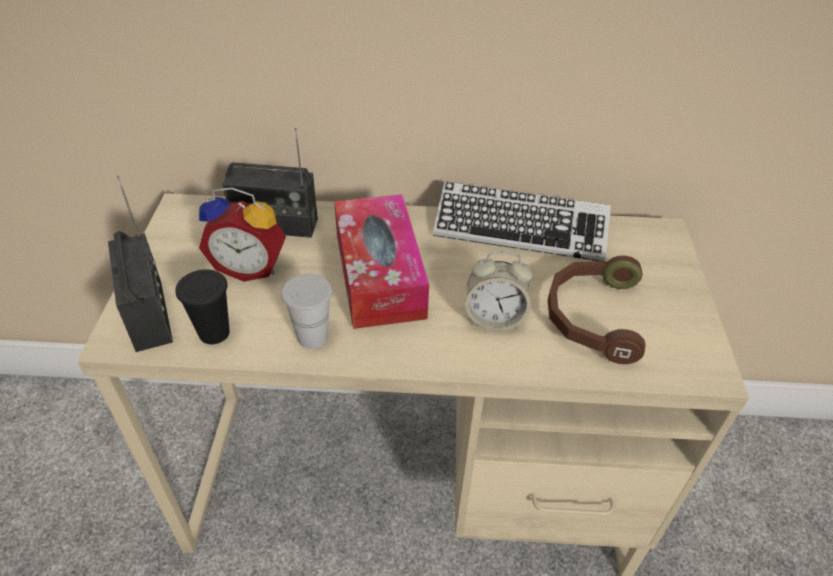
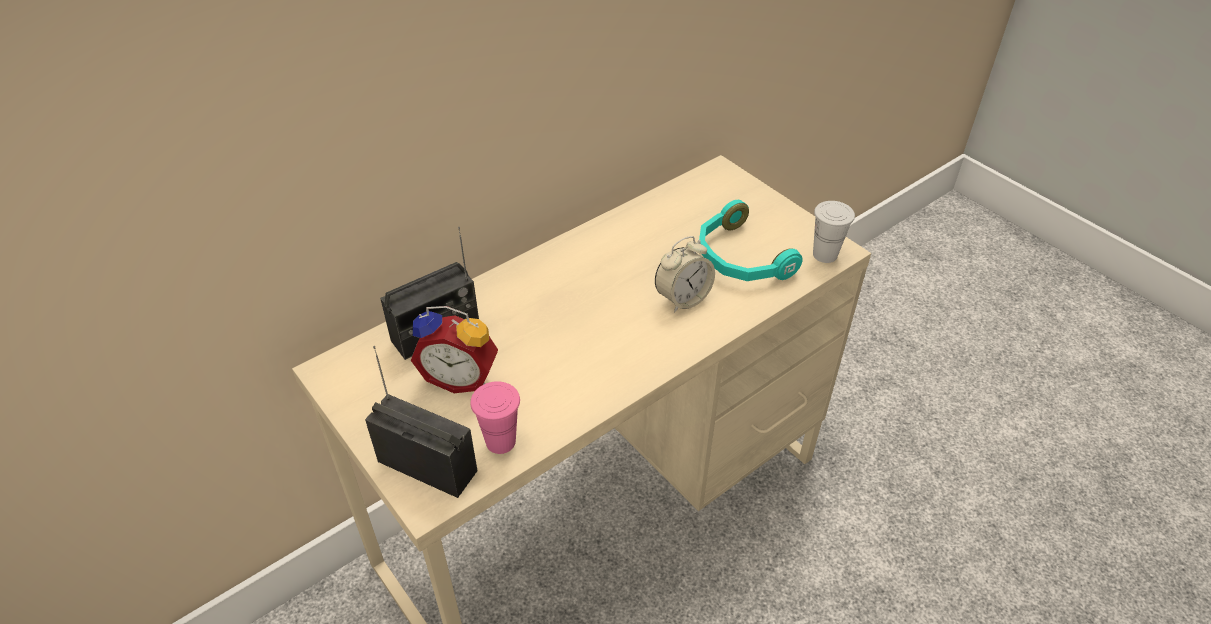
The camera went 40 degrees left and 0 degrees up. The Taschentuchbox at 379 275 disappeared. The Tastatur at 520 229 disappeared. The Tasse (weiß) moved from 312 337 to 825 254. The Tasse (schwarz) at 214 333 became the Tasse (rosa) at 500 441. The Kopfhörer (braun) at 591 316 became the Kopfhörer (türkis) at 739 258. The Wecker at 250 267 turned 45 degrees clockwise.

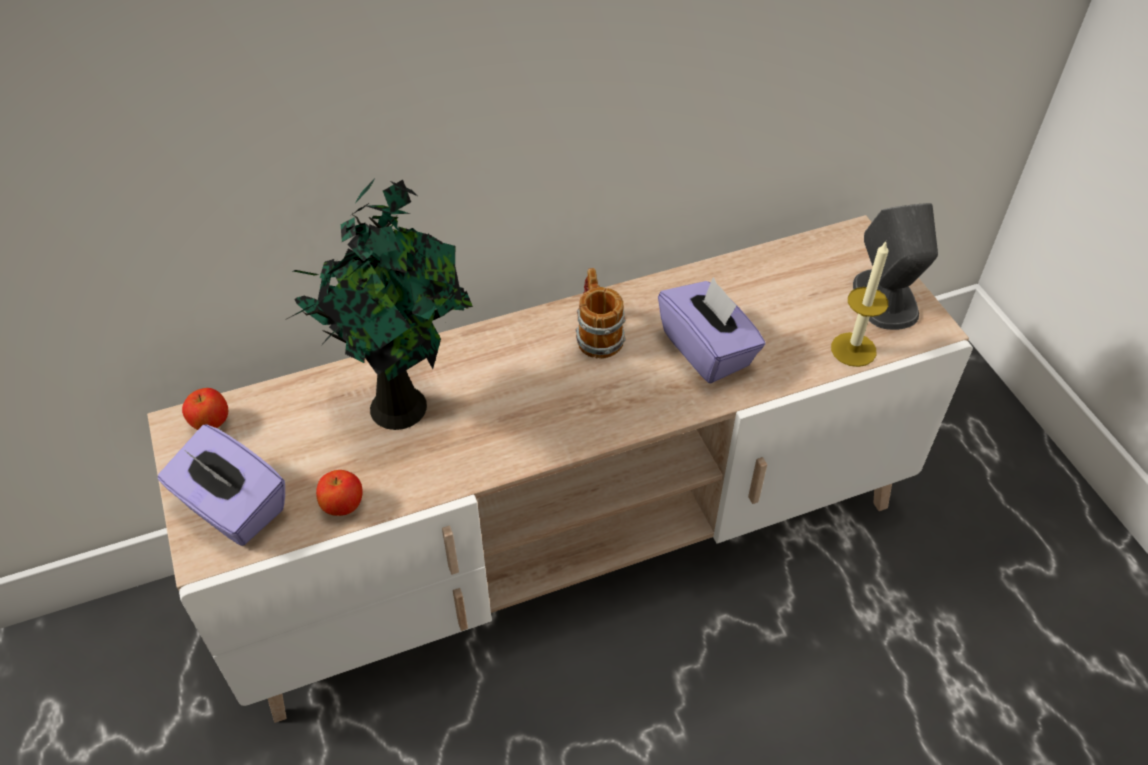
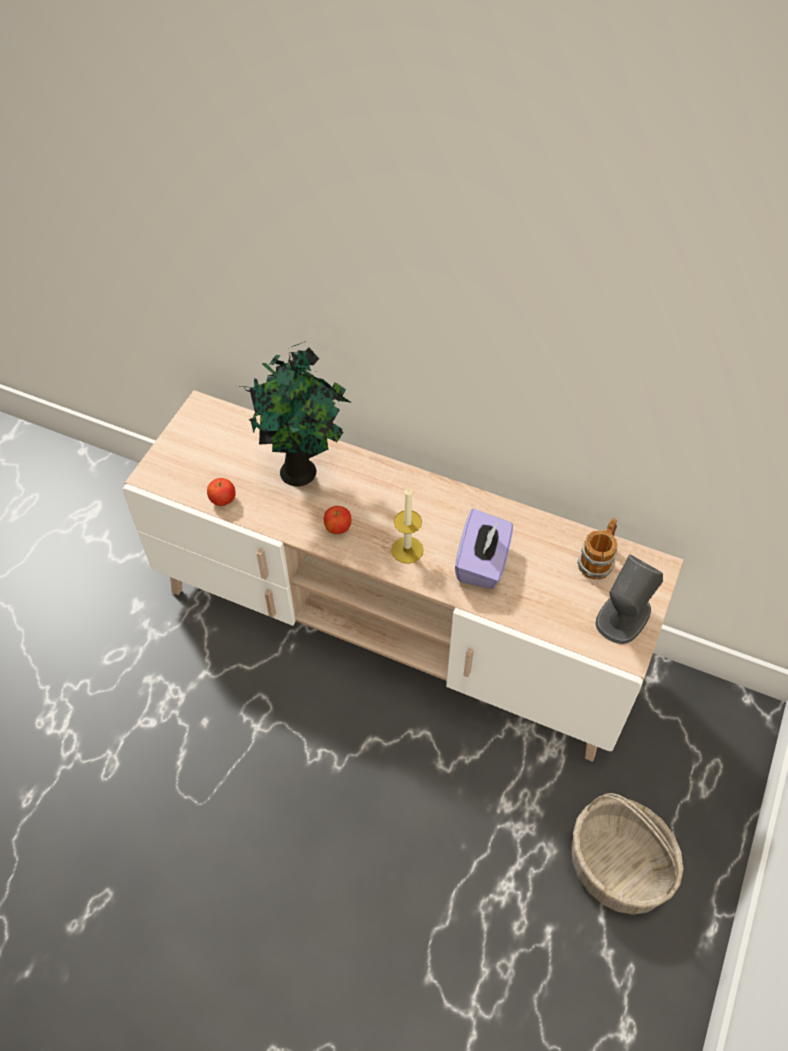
The camera went 45 degrees right and 5 degrees up. The Taschentuchbox (lila) at 232 508 disappeared. The Korb at 619 867 appeared. The Apfel moved from 210 423 to 337 528. The Henkelbecher moved from 597 334 to 598 560. The Kerze moved from 853 349 to 407 550.

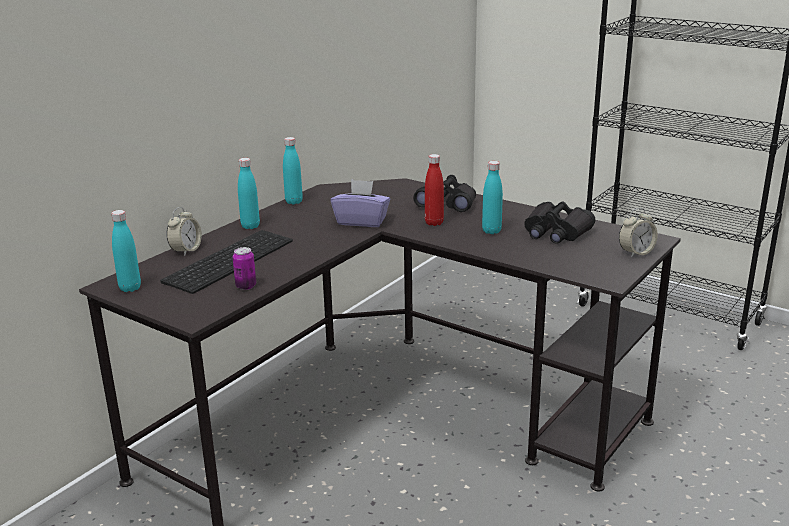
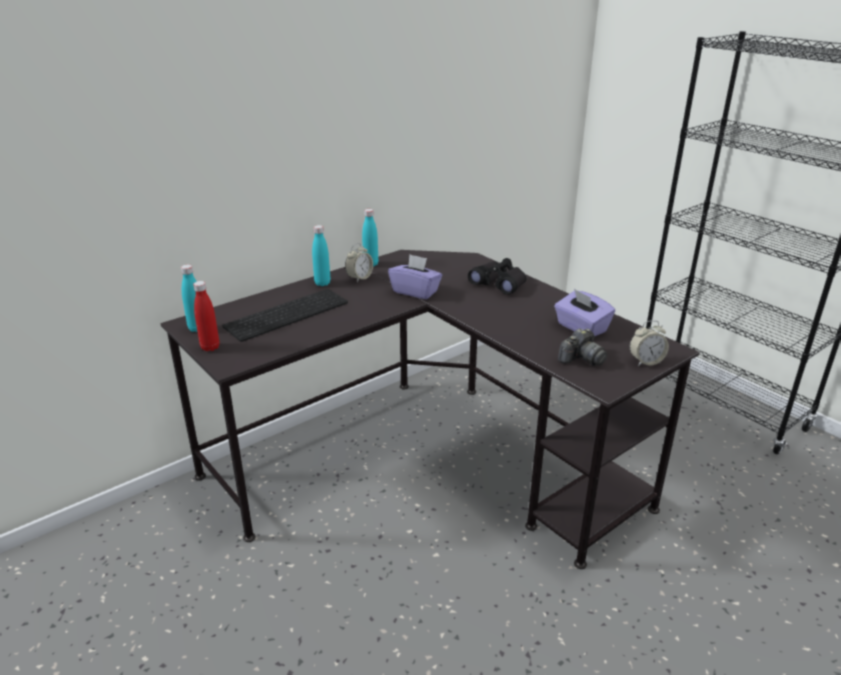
The camera went 15 degrees right and 5 degrees up. The Dose at 246 286 disappeared. The Flasche (türkis) at 491 231 disappeared. The Kamera at 581 359 appeared. The Wecker moved from 186 251 to 359 278. The Flasche (rot) moved from 434 223 to 210 347. The Fernglas (schwarz) at 556 232 was replaced by the Taschentuchbox (lila) at 581 328.

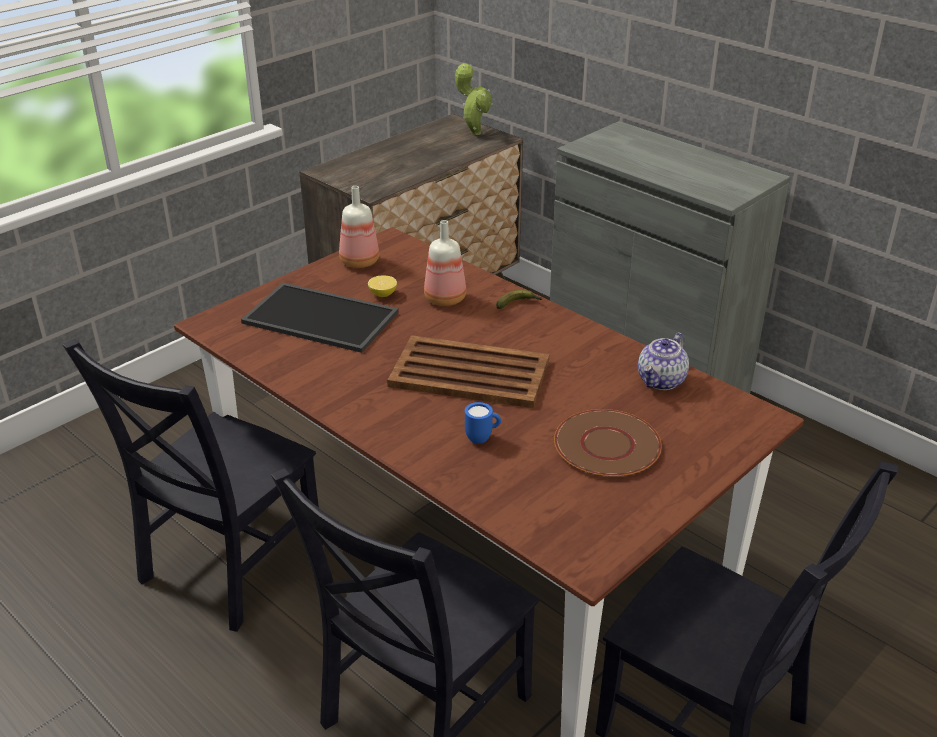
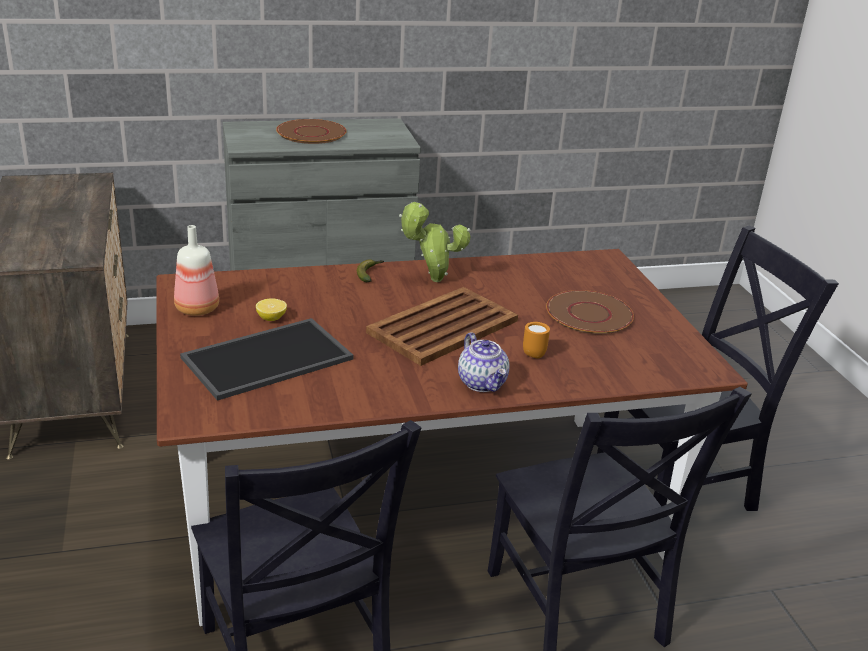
The camera went 60 degrees left and 5 degrees down. The Flasche at 444 298 disappeared. The Teller (braun) at 311 133 appeared. The Topfpflanze moved from 474 132 to 432 280. The Teekanne moved from 661 381 to 483 383. The Henkelbecher (blau) at 482 438 became the Henkelbecher (orange) at 535 353.

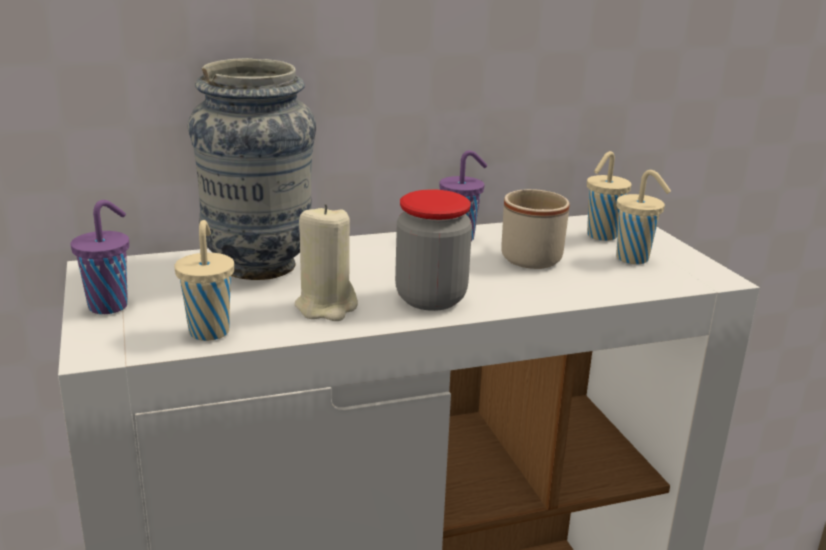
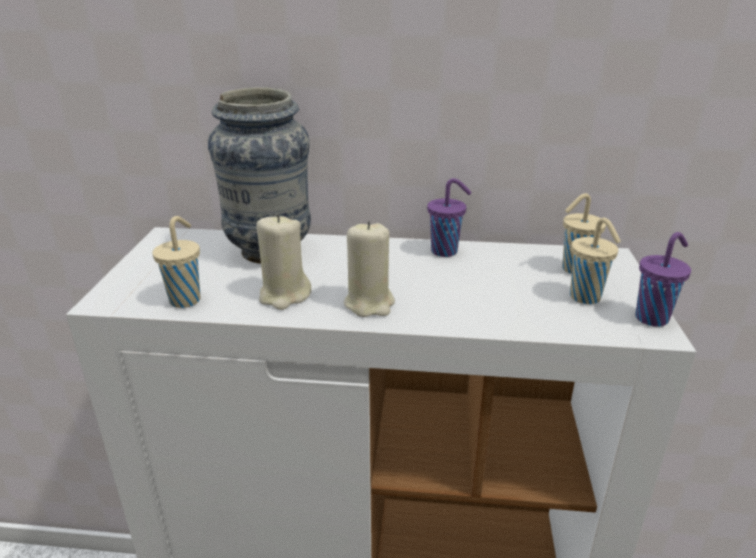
The camera went 25 degrees right and 5 degrees up. The Henkelbecher (beige) at 529 254 disappeared. The Tasse (lila) moved from 110 305 to 653 318. The Vorratsglas at 430 298 was replaced by the Kerze (beige) at 369 303.

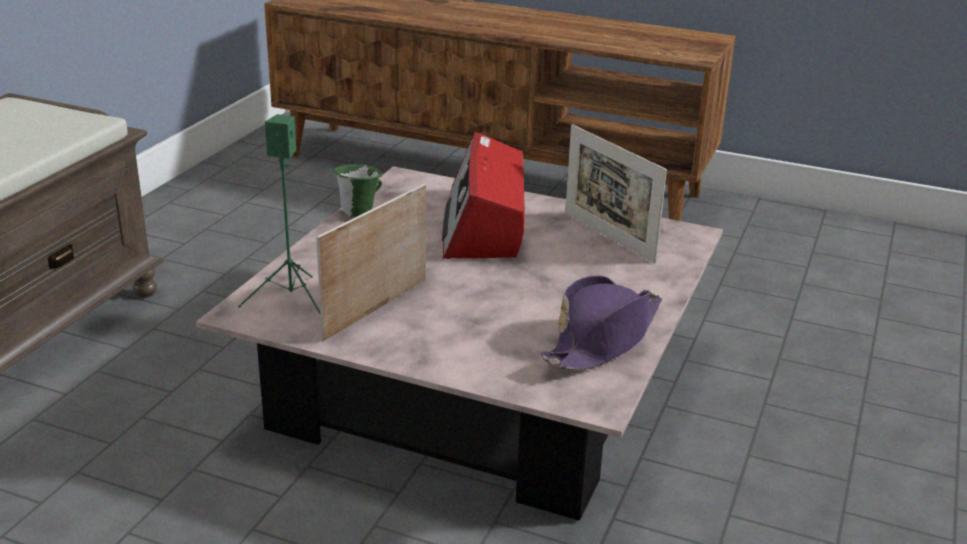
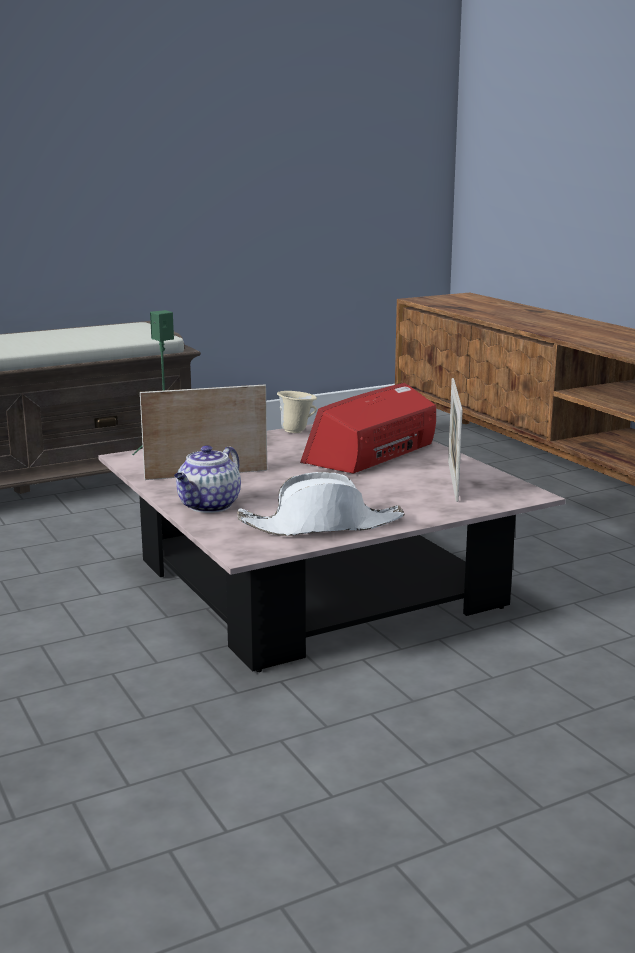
The camera went 40 degrees right and 10 degrees down. The Teekanne at 209 506 appeared. The Henkelbecher (grün) at 359 213 became the Henkelbecher (beige) at 297 431. The Hut (lila) at 603 339 became the Hut (weiß) at 322 526.

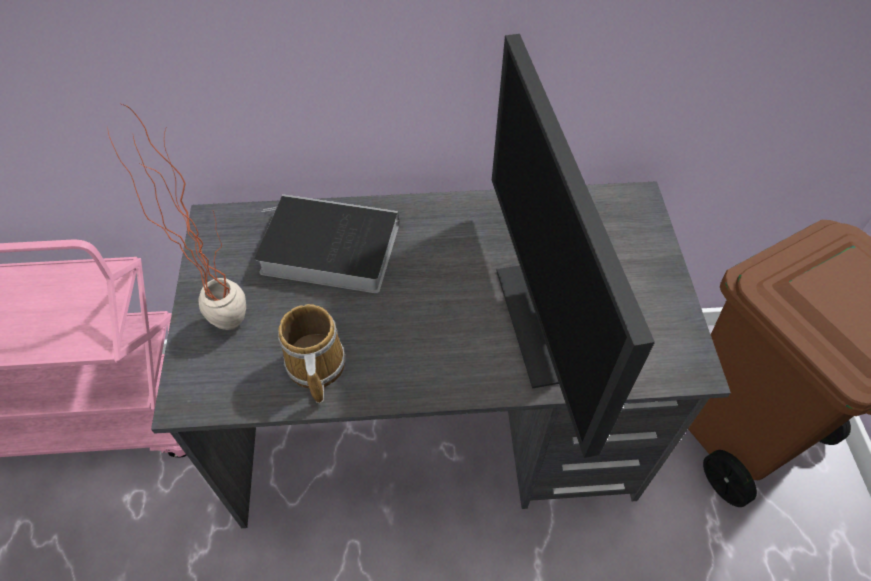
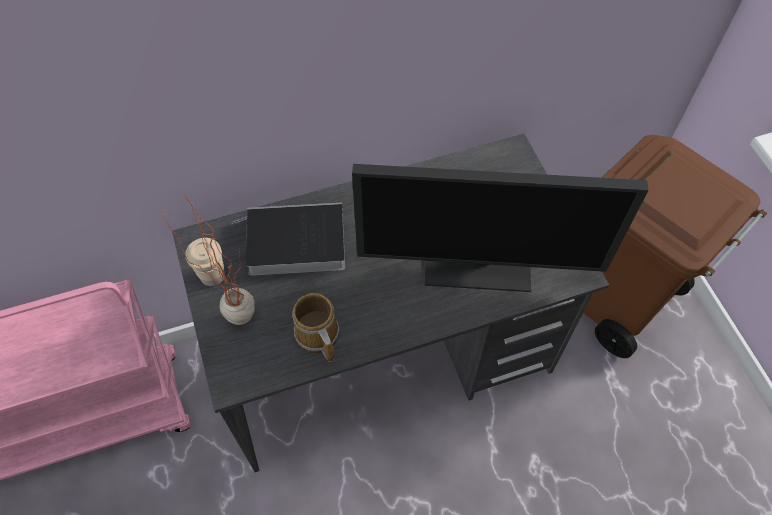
The camera went 15 degrees left and 5 degrees up. The Tasse (beige) at 212 275 appeared. The Monitor at 555 320 turned 60 degrees counterclockwise.

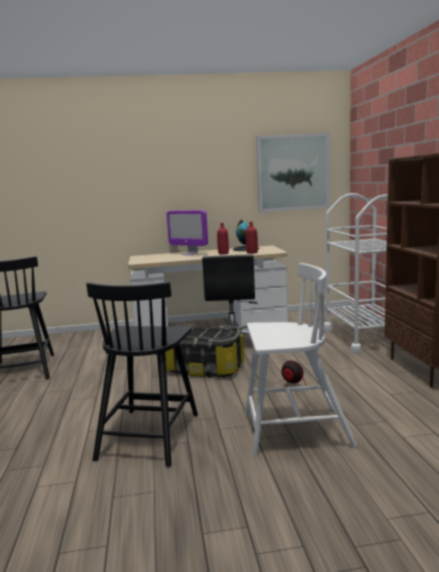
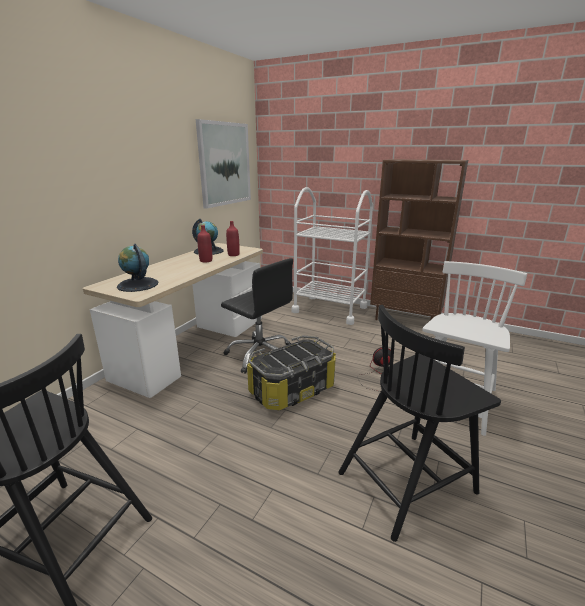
The camera went 55 degrees left and 10 degrees up. The Monitor at 189 254 disappeared. The Globus at 137 285 appeared. The Stuhl (schwarz) at 149 434 turned 105 degrees clockwise.

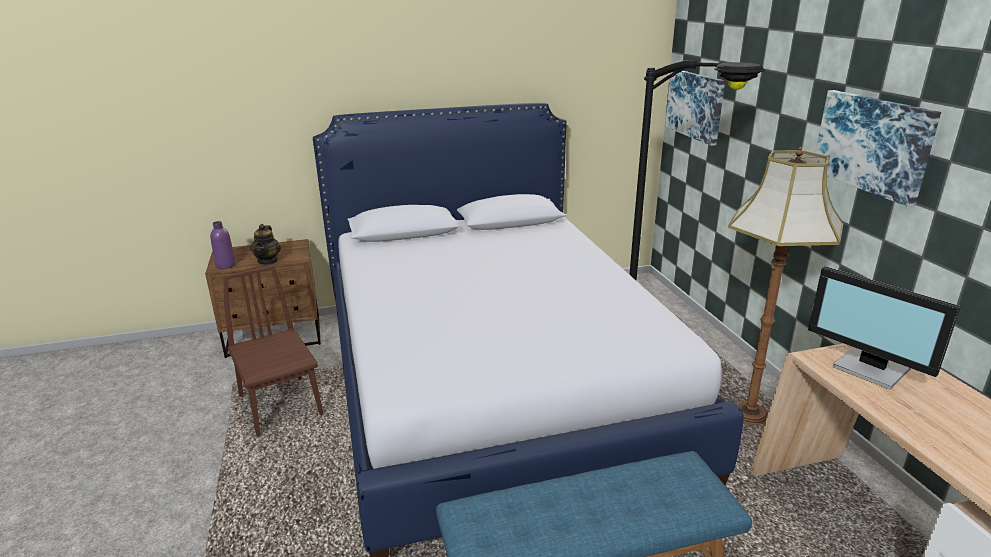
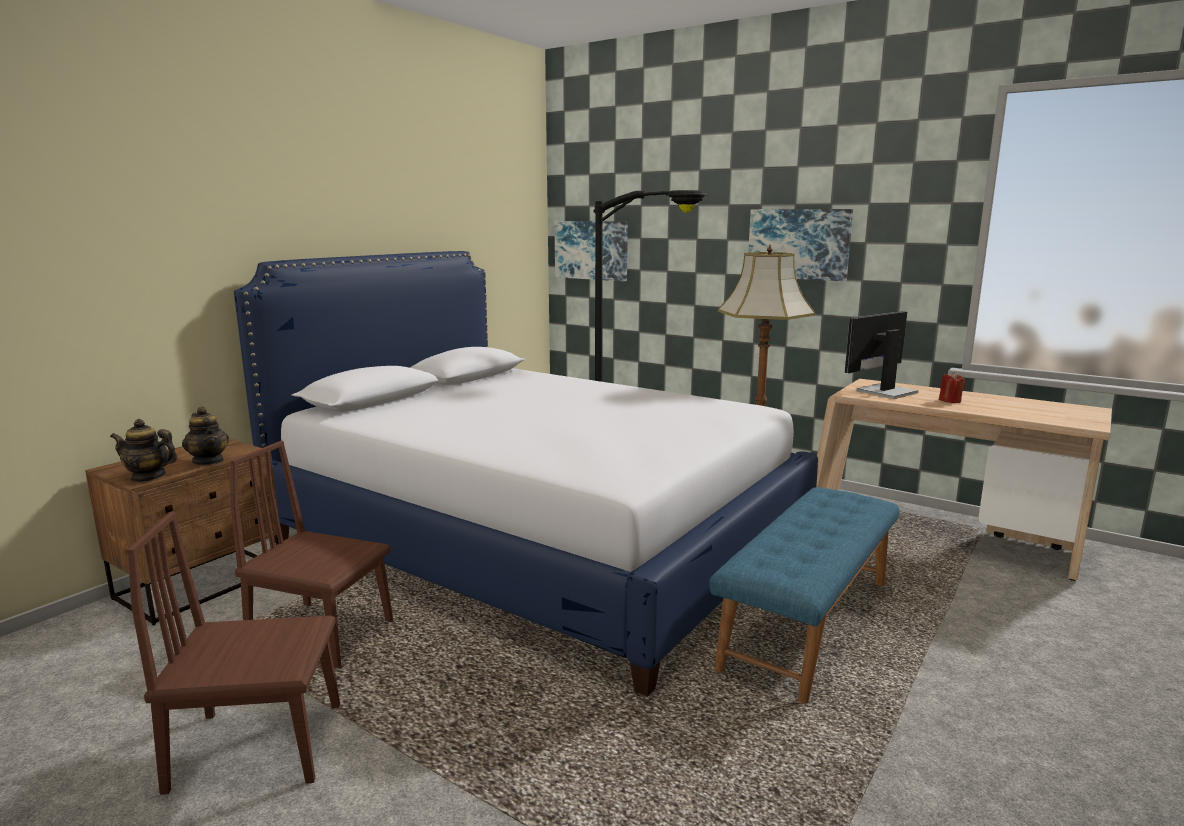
The camera went 40 degrees left and 10 degrees down. The Stuhl (braun) at 258 746 appeared. The Kerze (rot) at 950 400 appeared. The Flasche (lila) at 225 265 was replaced by the Teekanne at 148 477. The Monitor at 871 369 turned 135 degrees clockwise.

